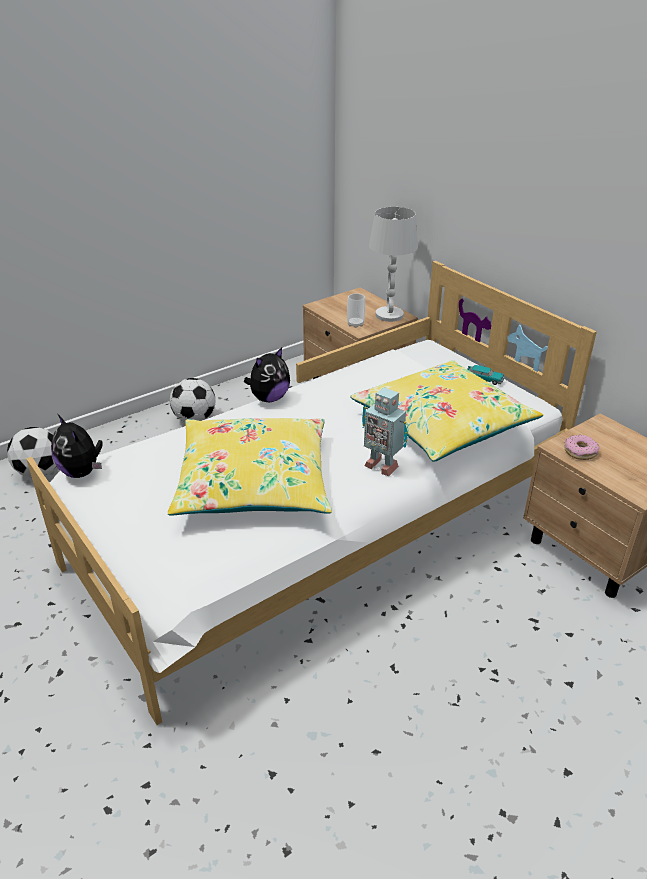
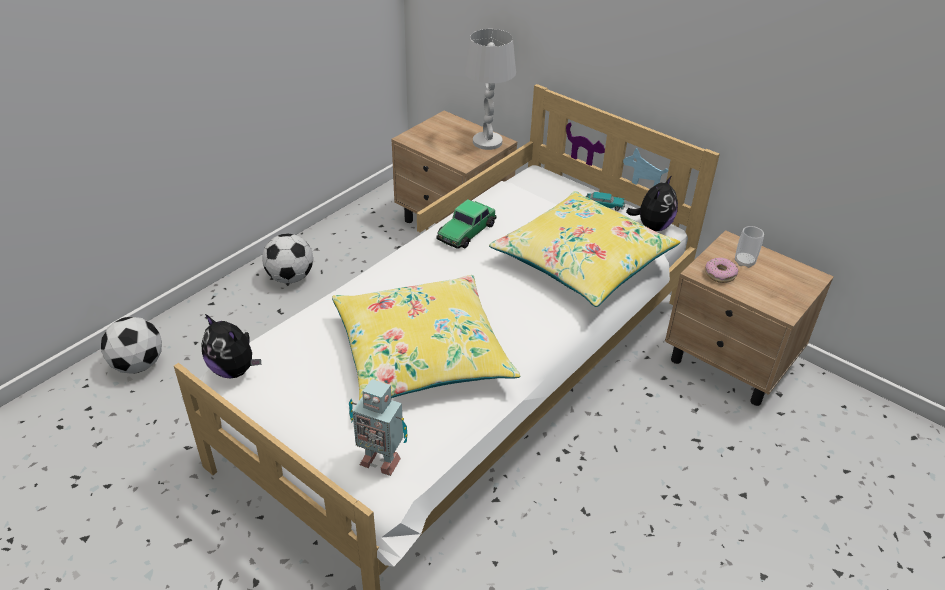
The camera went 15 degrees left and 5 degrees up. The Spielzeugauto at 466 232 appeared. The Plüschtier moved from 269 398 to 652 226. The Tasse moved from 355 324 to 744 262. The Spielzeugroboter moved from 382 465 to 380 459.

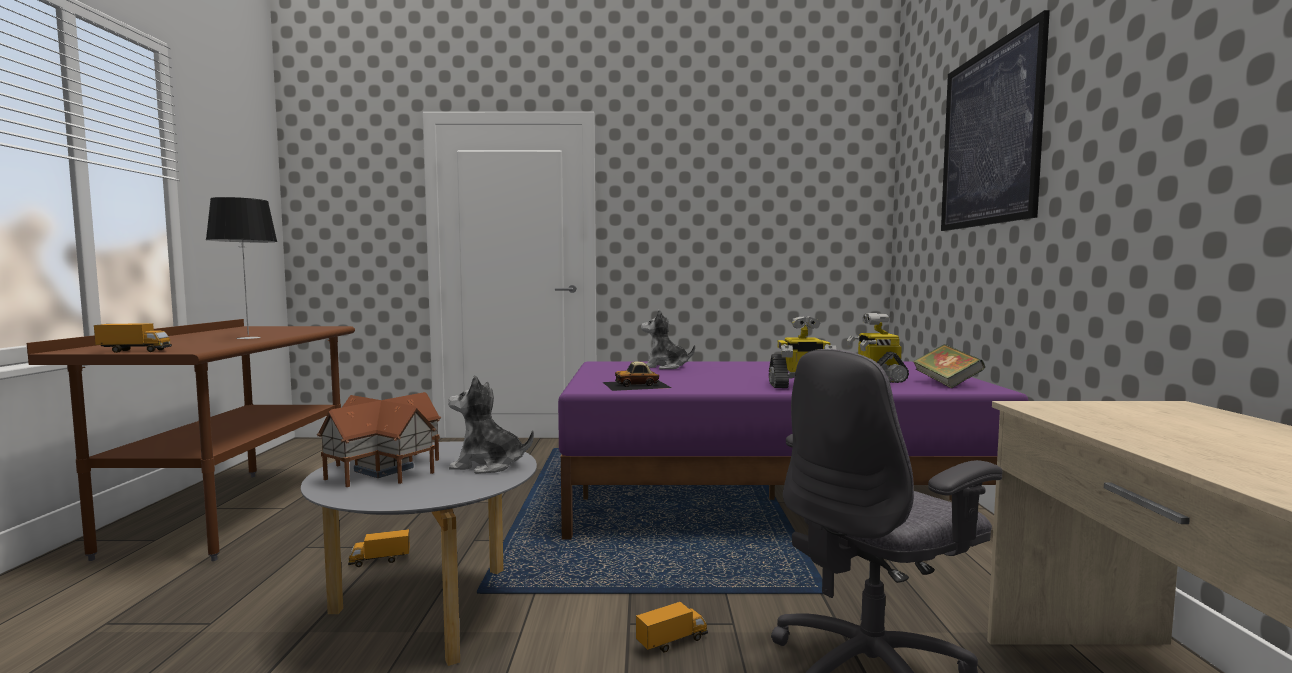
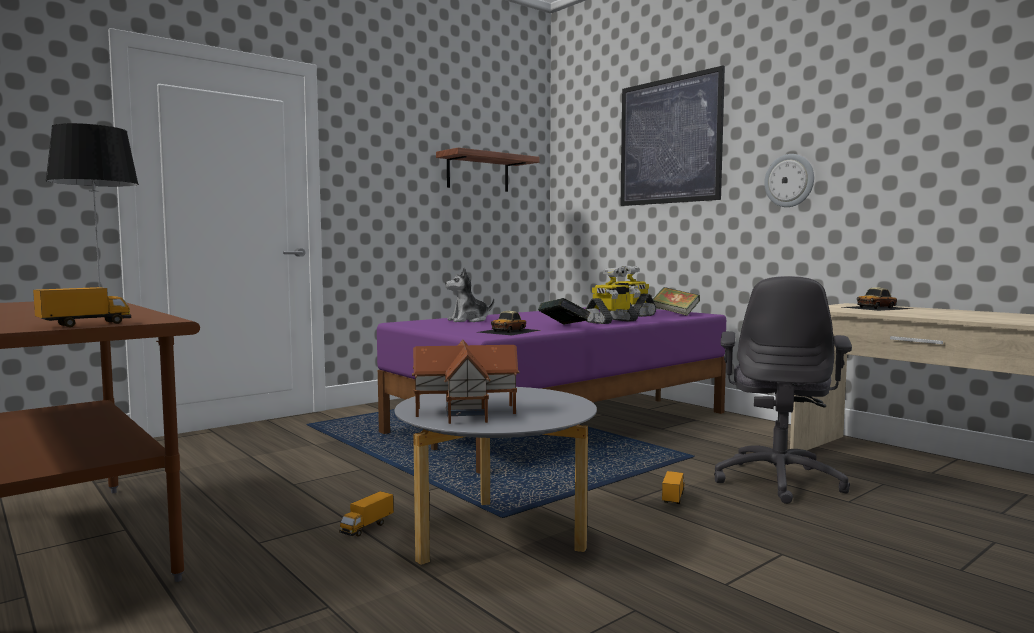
The camera went 40 degrees left and 0 degrees up. The Plüschtier at 487 465 disappeared. The Wandregal at 478 172 appeared. The Buch at 563 327 appeared. The Wanduhr at 789 180 appeared. The Spielzeugauto at 877 308 appeared.

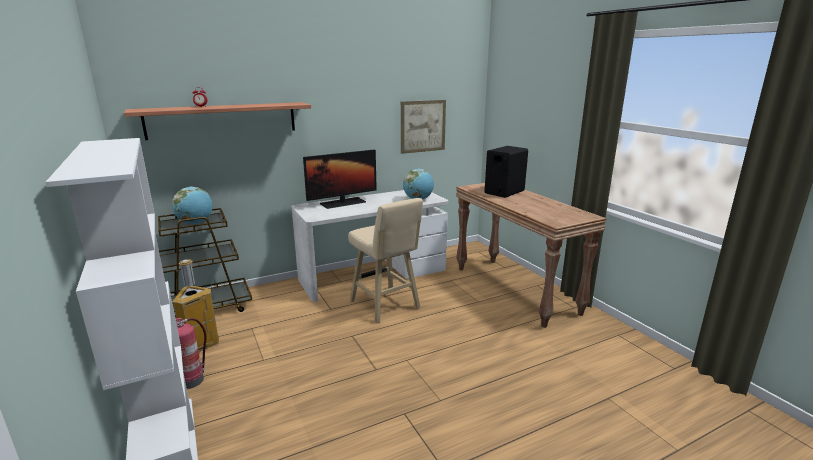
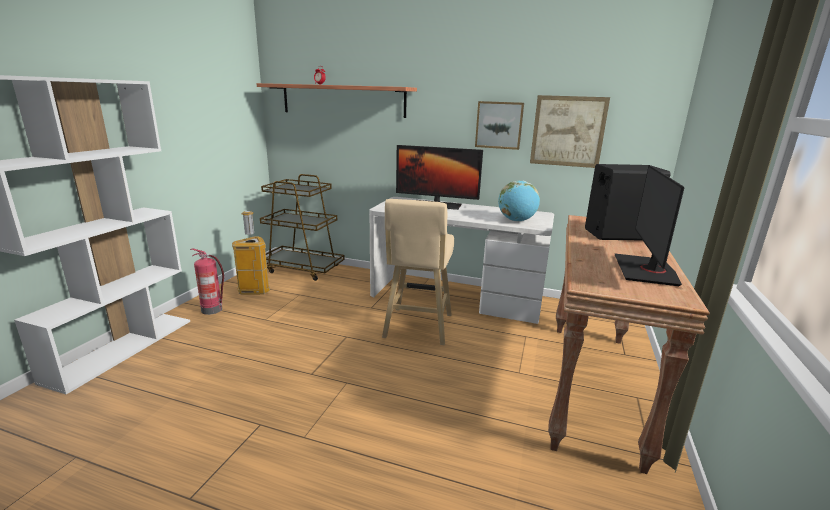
The camera went 45 degrees right and 0 degrees up. The Globus at 195 223 disappeared. The Bild at 499 125 appeared. The Monitor at 646 270 appeared.

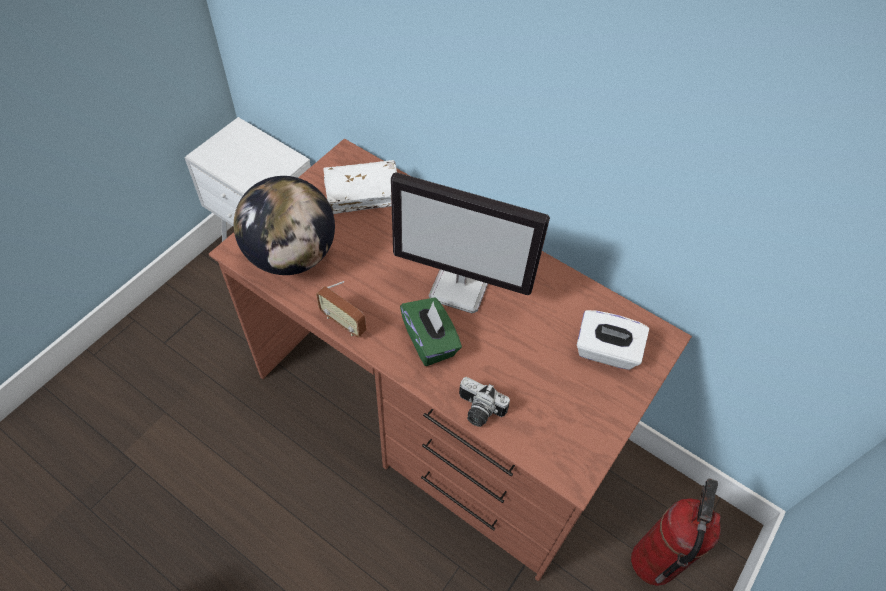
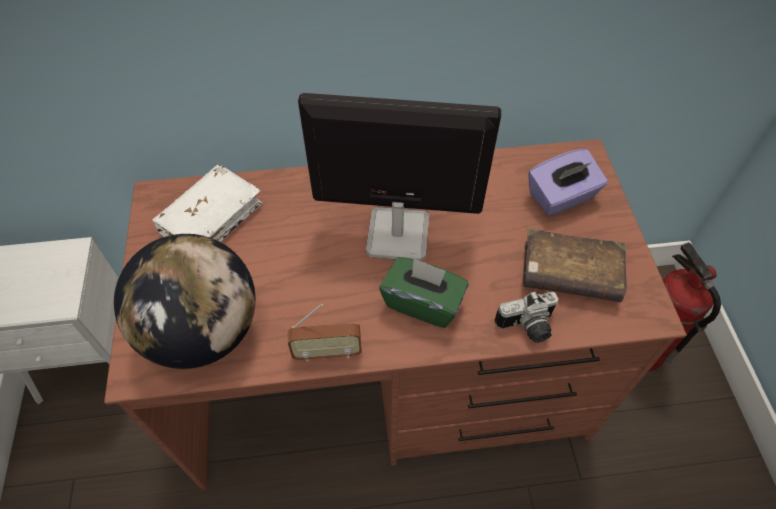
The camera went 40 degrees left and 0 degrees up. The Buch (braun) at 569 274 appeared. The Taschentuchbox (weiß) at 606 351 became the Taschentuchbox (lila) at 561 197. The Monitor at 461 287 turned 150 degrees counterclockwise.

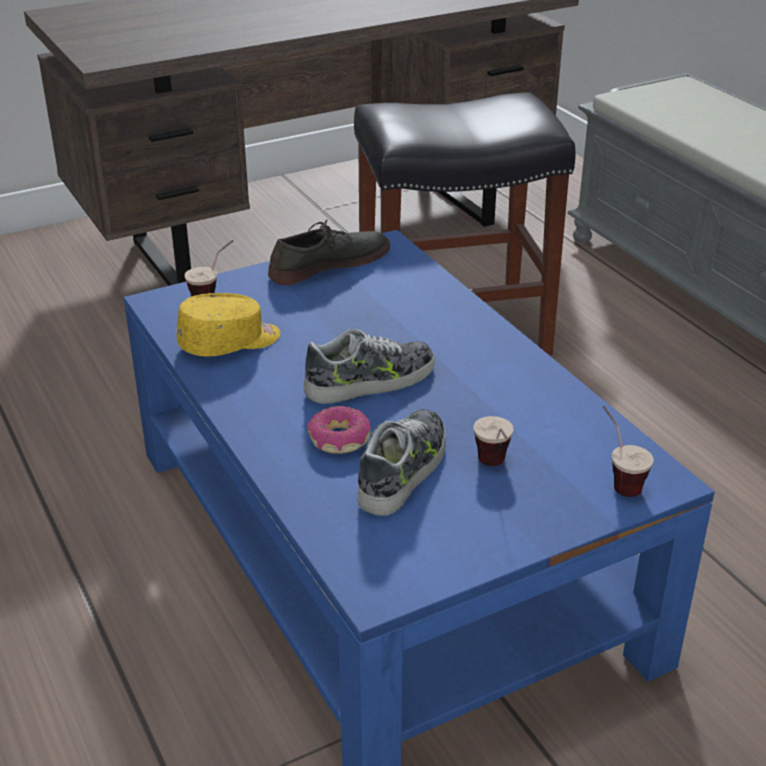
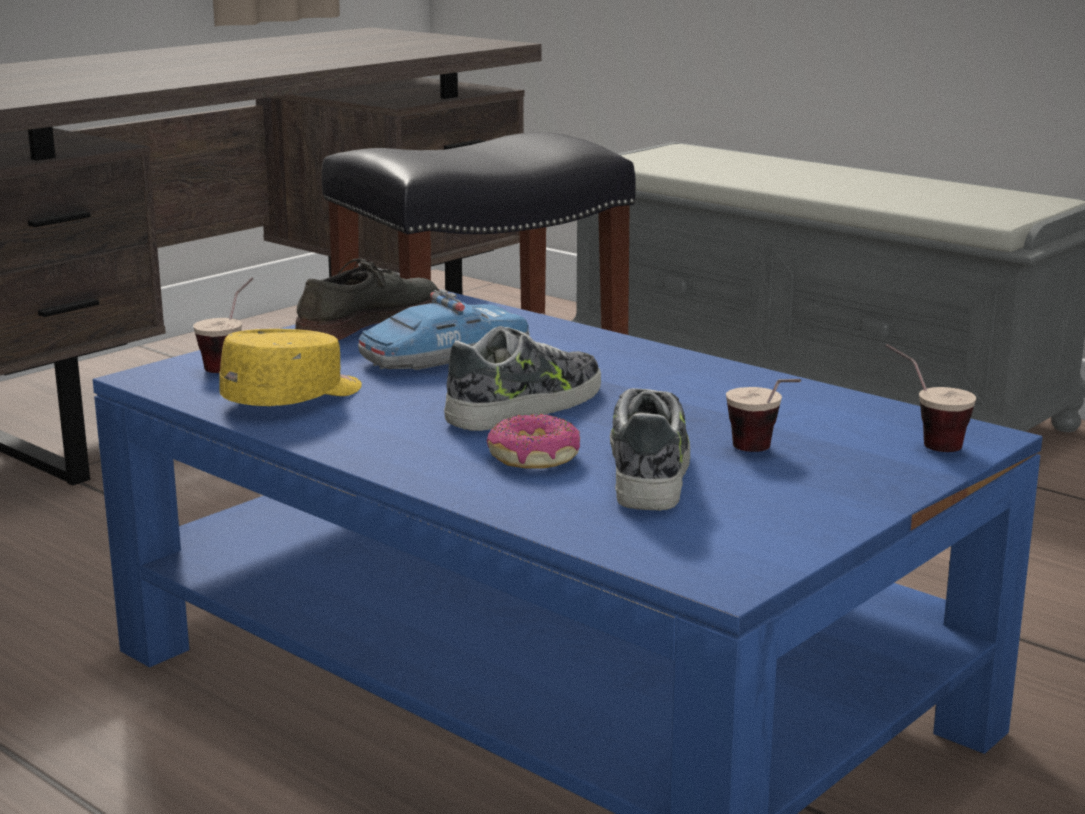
The camera went 20 degrees left and 15 degrees down. The Spielzeugauto at 444 355 appeared.

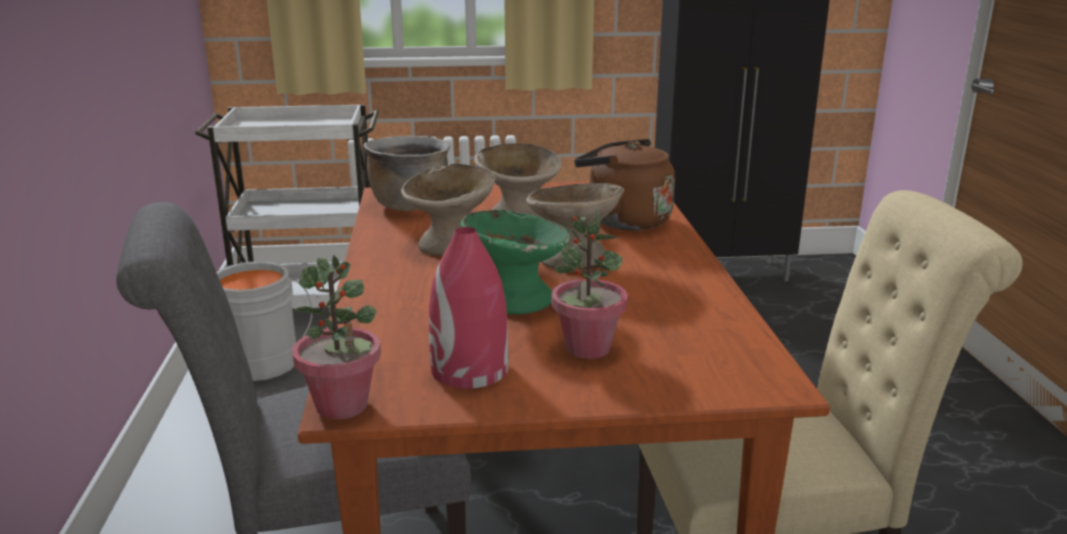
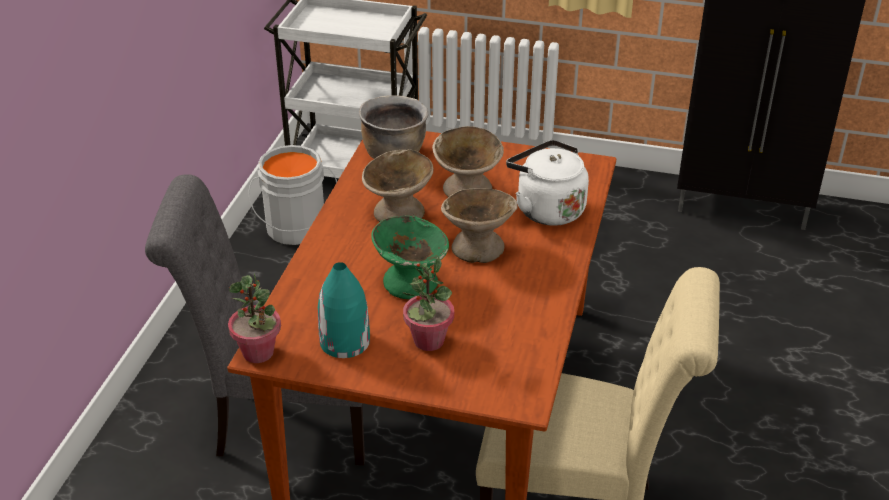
The camera went 20 degrees right and 15 degrees up. The Vase (rot) at 469 370 became the Vase (türkis) at 344 342. The Wasserkessel (braun) at 623 220 became the Wasserkessel (weiß) at 546 209.

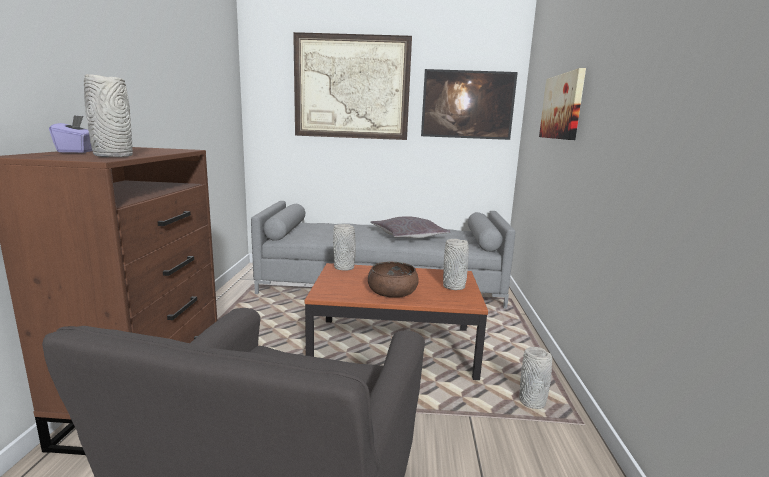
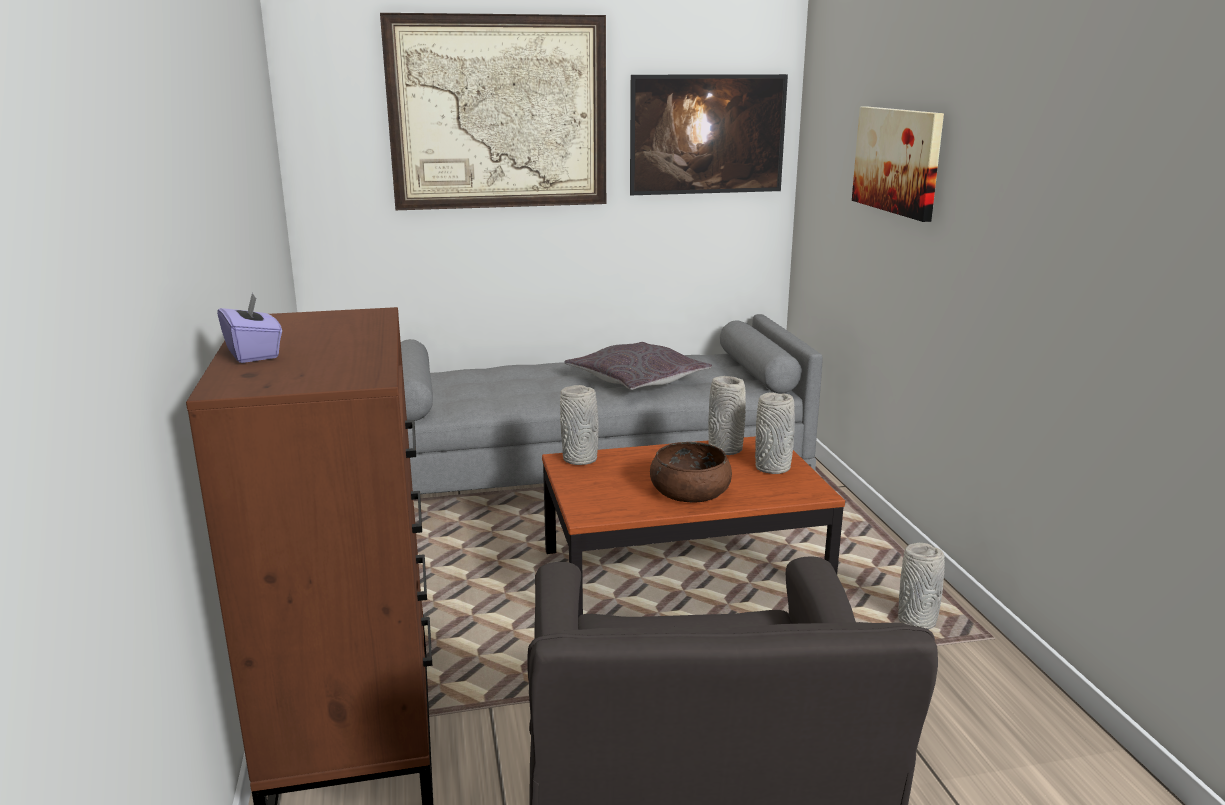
The camera went 15 degrees left and 5 degrees up. The Vase (grau) moved from 113 156 to 726 449.

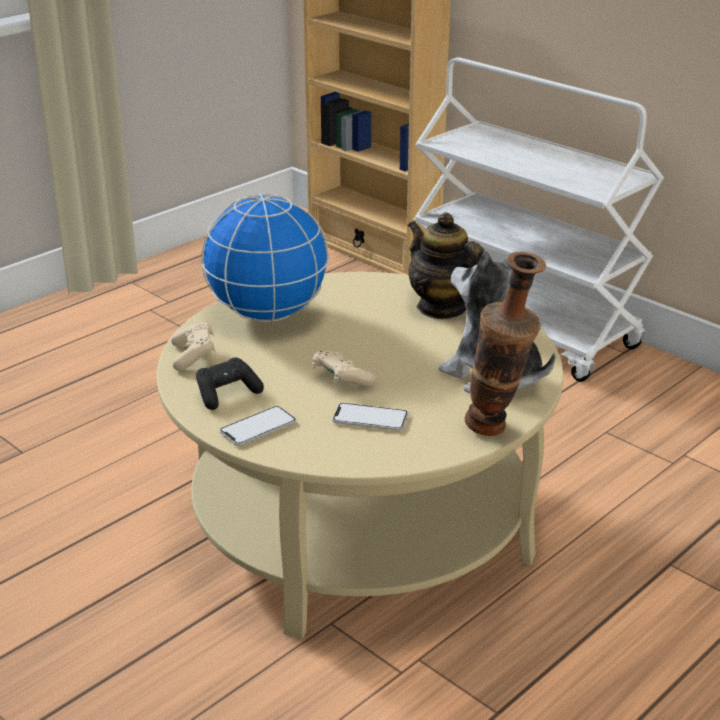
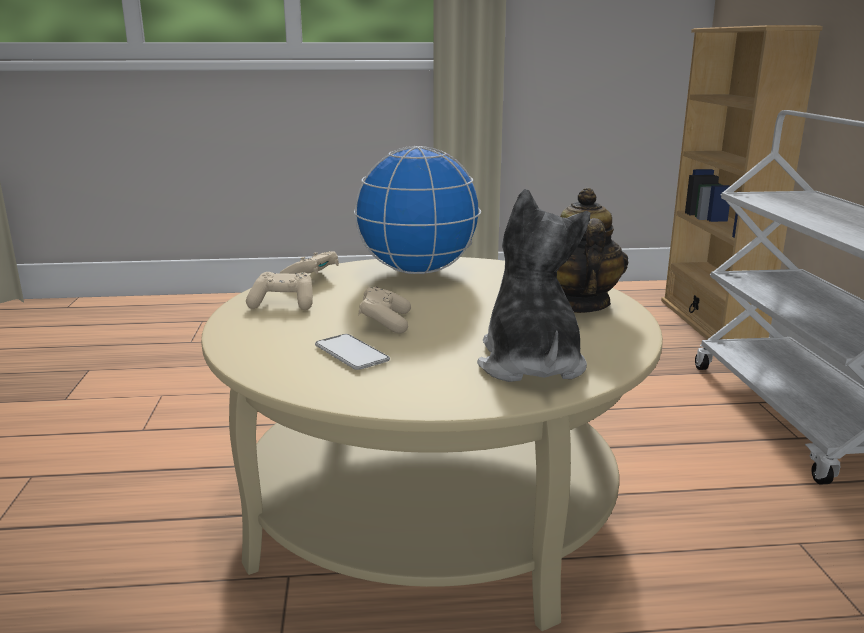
The camera went 40 degrees right and 10 degrees down. The Handy at 258 427 disappeared. The Vase at 497 431 disappeared. The Gamepad (schwarz) at 227 394 became the Gamepad (beige) at 283 304.

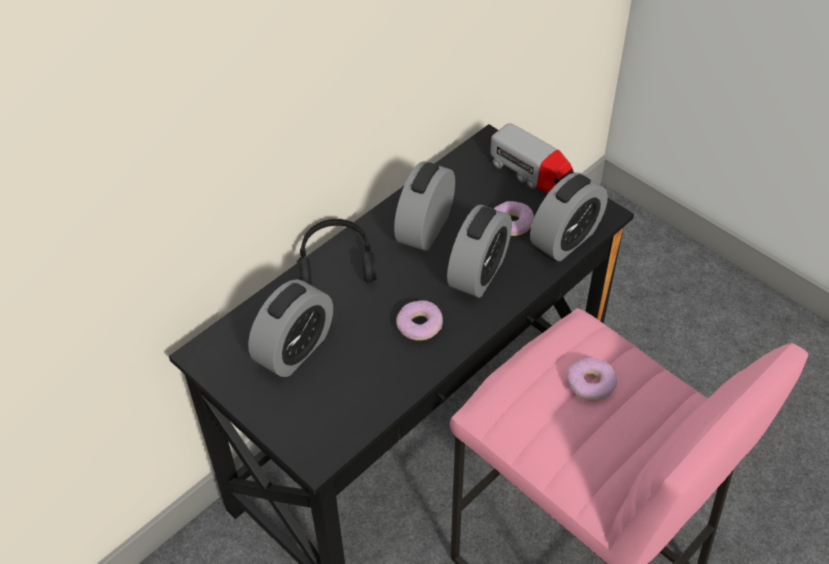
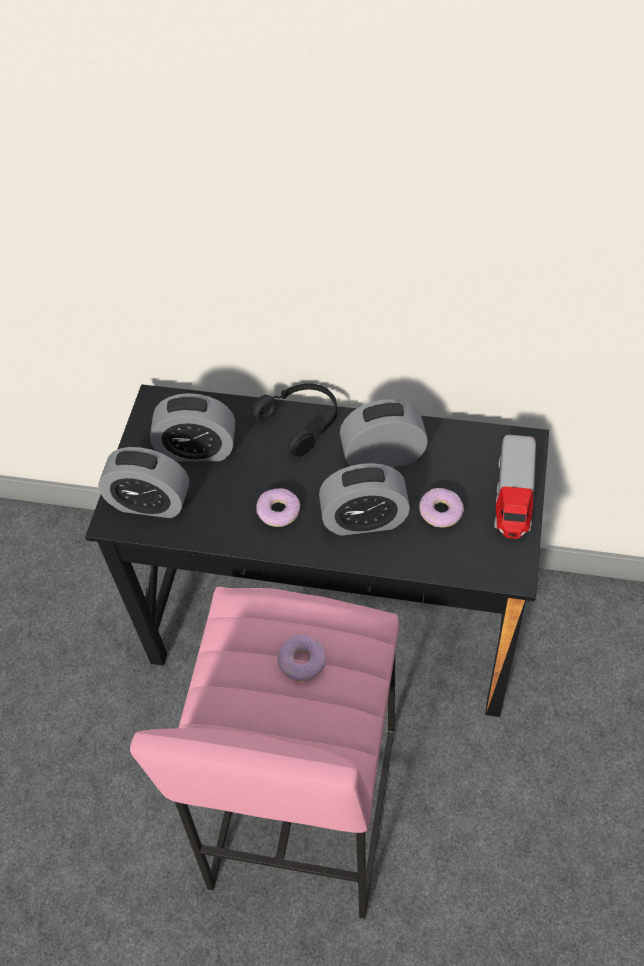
The camera went 60 degrees right and 5 degrees up. The Wecker moved from 565 239 to 150 503.

